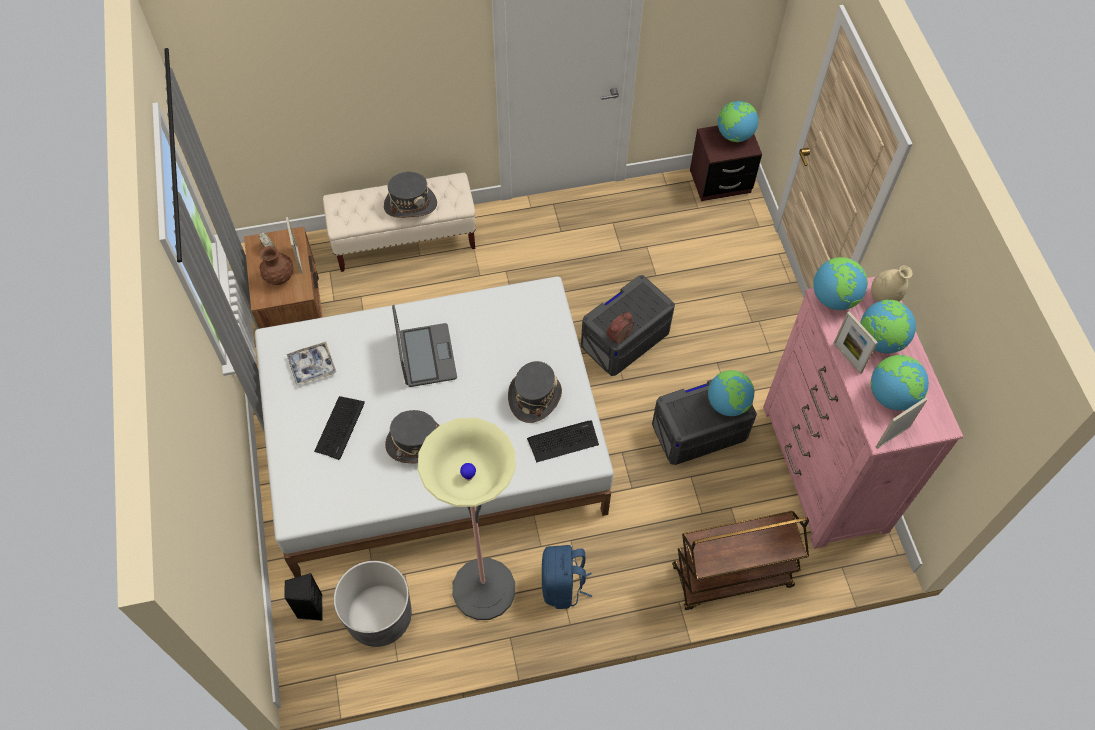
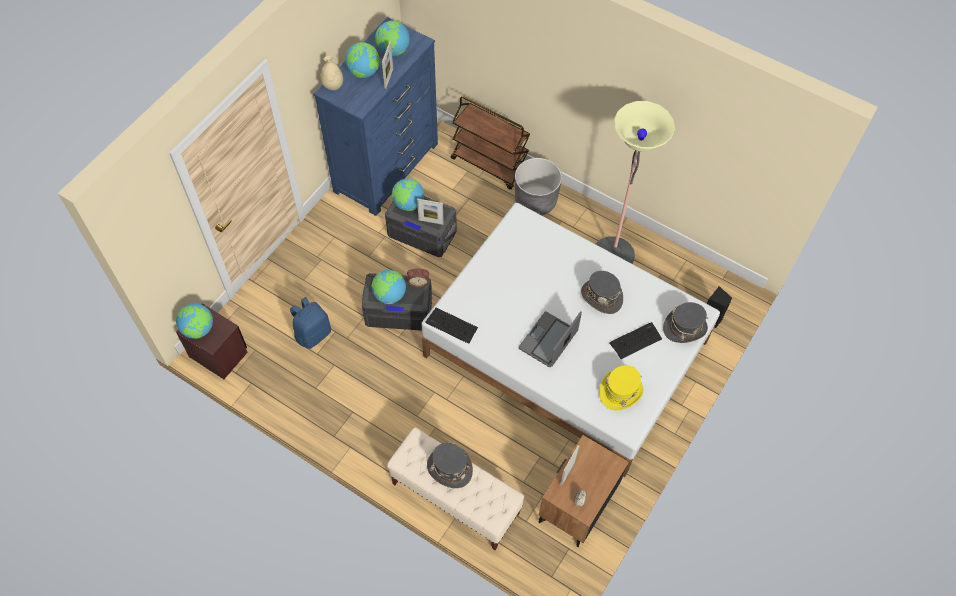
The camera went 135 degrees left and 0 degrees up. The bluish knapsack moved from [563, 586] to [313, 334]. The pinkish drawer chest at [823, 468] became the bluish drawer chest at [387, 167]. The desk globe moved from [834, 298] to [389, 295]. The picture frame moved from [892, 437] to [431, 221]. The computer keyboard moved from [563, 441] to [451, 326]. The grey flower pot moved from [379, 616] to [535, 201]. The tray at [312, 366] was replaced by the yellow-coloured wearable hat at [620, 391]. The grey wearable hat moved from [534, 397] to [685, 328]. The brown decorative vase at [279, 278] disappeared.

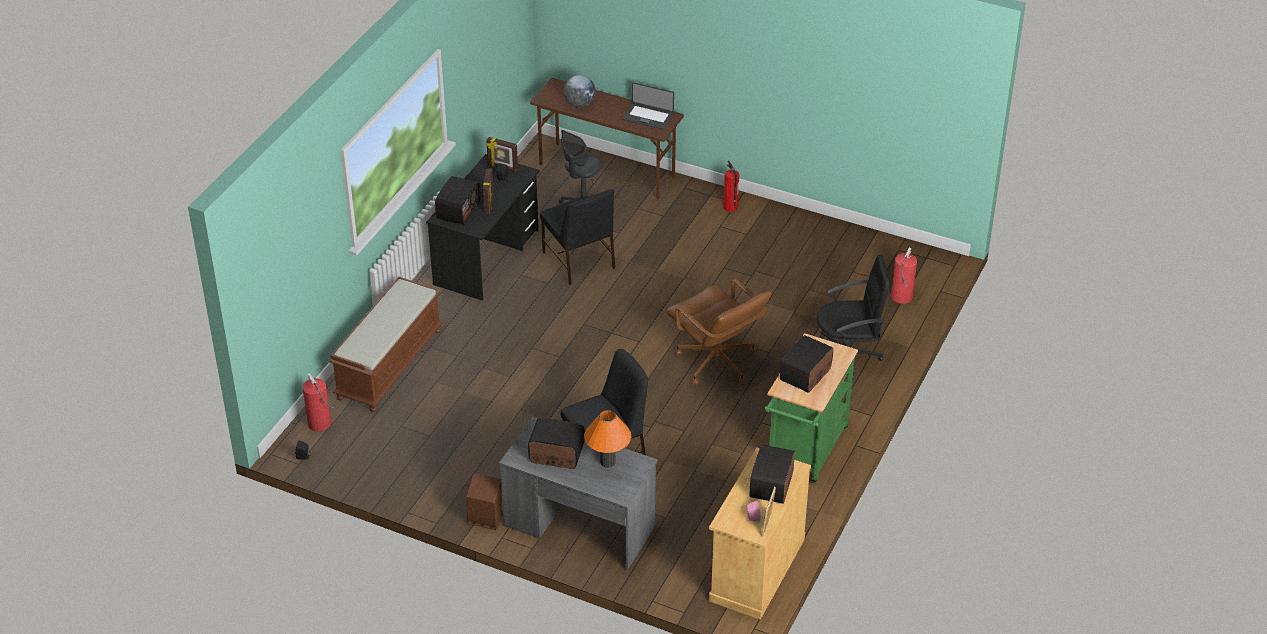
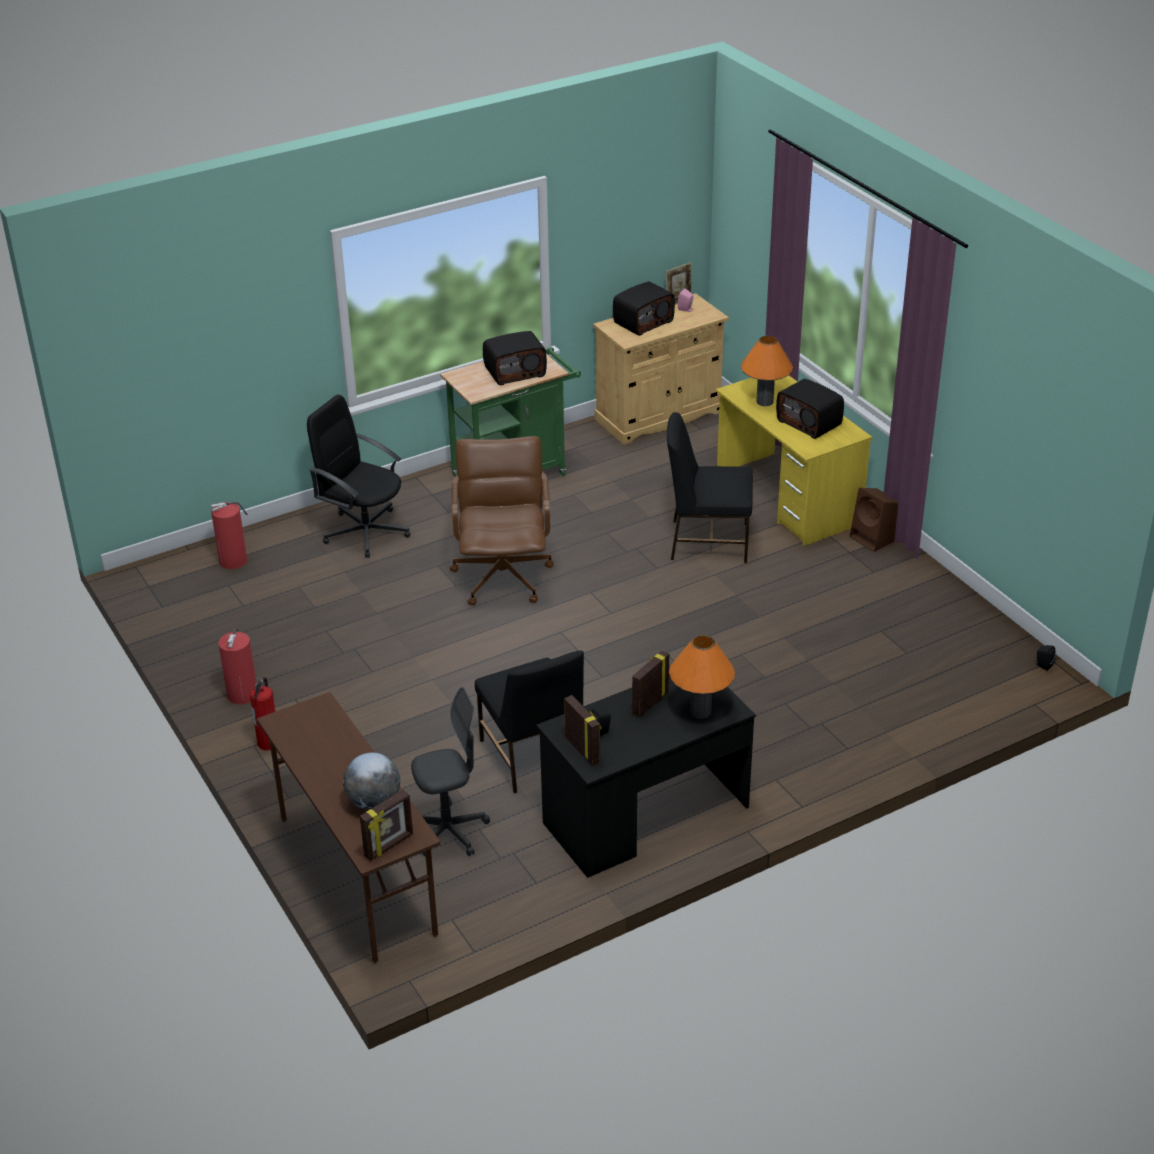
The camera went 145 degrees left and 5 degrees down. The fire extinguisher moved from [320, 424] to [243, 693]. The picture frame at [389, 846] appeared. The black-coloured upright chair at [578, 261] turned 150 degrees clockwise. The radio at [457, 210] was replaced by the orangey lamp for a table at [700, 711]. The grey desk unit at [579, 526] became the yellow-coloured desk unit at [787, 498]. The brown bench at [389, 363] disappeared. The notebook computer at [648, 116] disappeared.

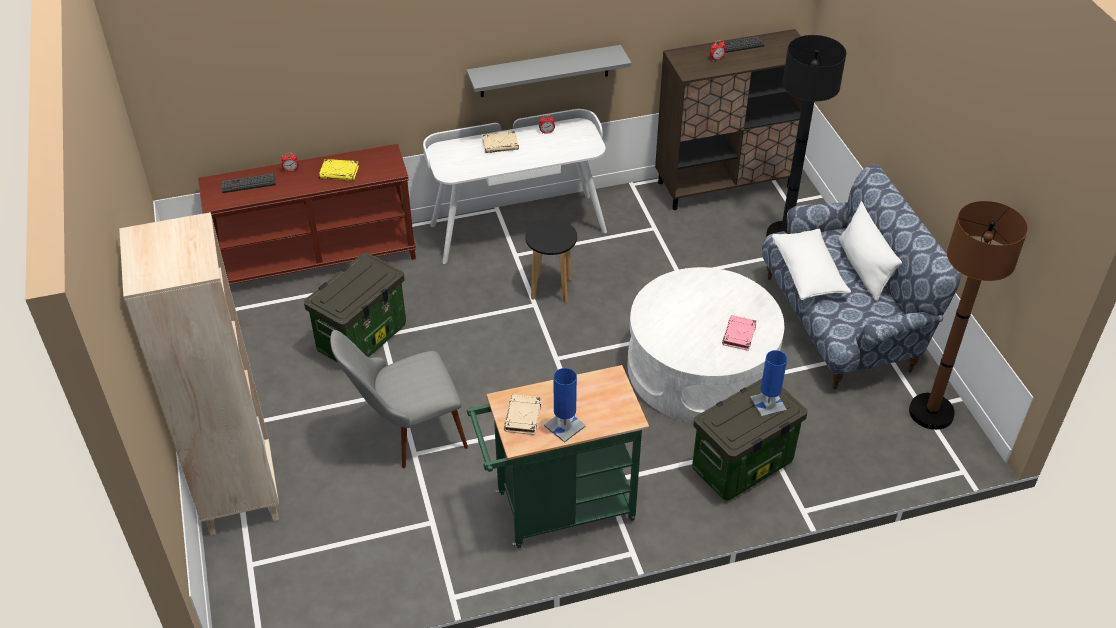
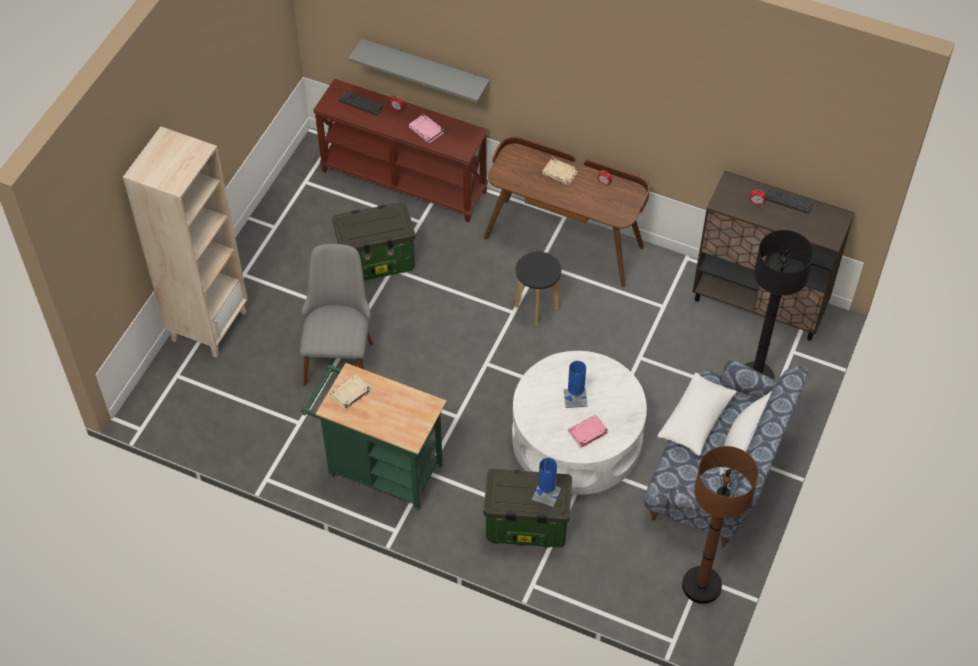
The camera went 40 degrees right and 10 degrees up. The grey upright chair at [406, 434] turned 75 degrees clockwise. The grey bracket shelf moved from [544, 71] to [425, 69]. The yellow-coloured book at [340, 172] became the pinkish book at [426, 130]. The white-coloured desk unit at [517, 227] became the brown desk unit at [564, 241]. The bluish lamp for a table moved from [564, 426] to [575, 398].

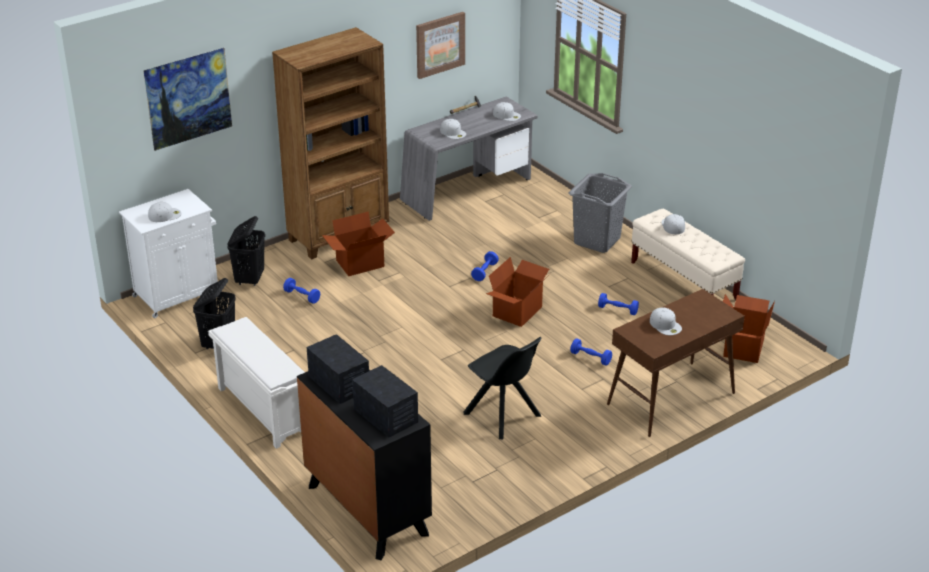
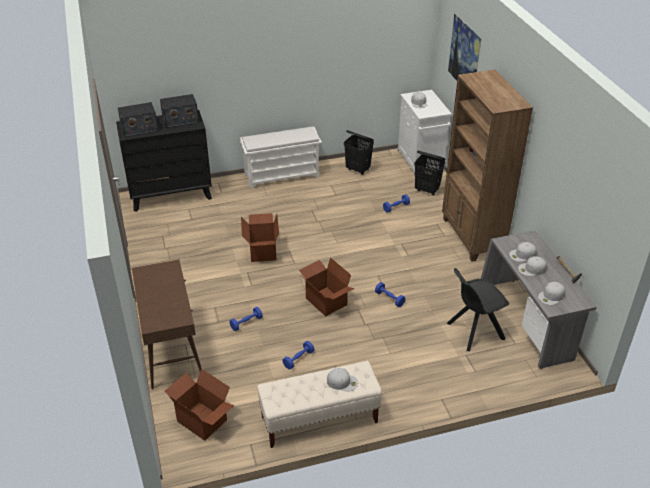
The camera went 110 degrees right and 5 degrees up. The cardboard box moved from [360, 264] to [262, 251]. The black-coloured upright chair moved from [503, 416] to [473, 331]. The white-coloured baseball cap moved from [665, 325] to [532, 269]. The wall picture at [439, 44] disappeared. The grey hamper at [597, 241] disappeared.

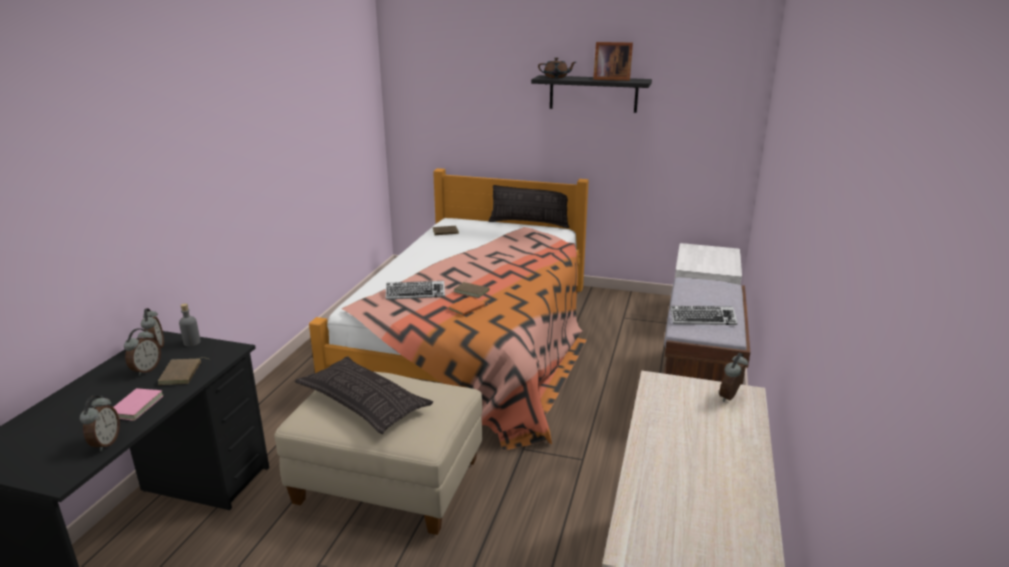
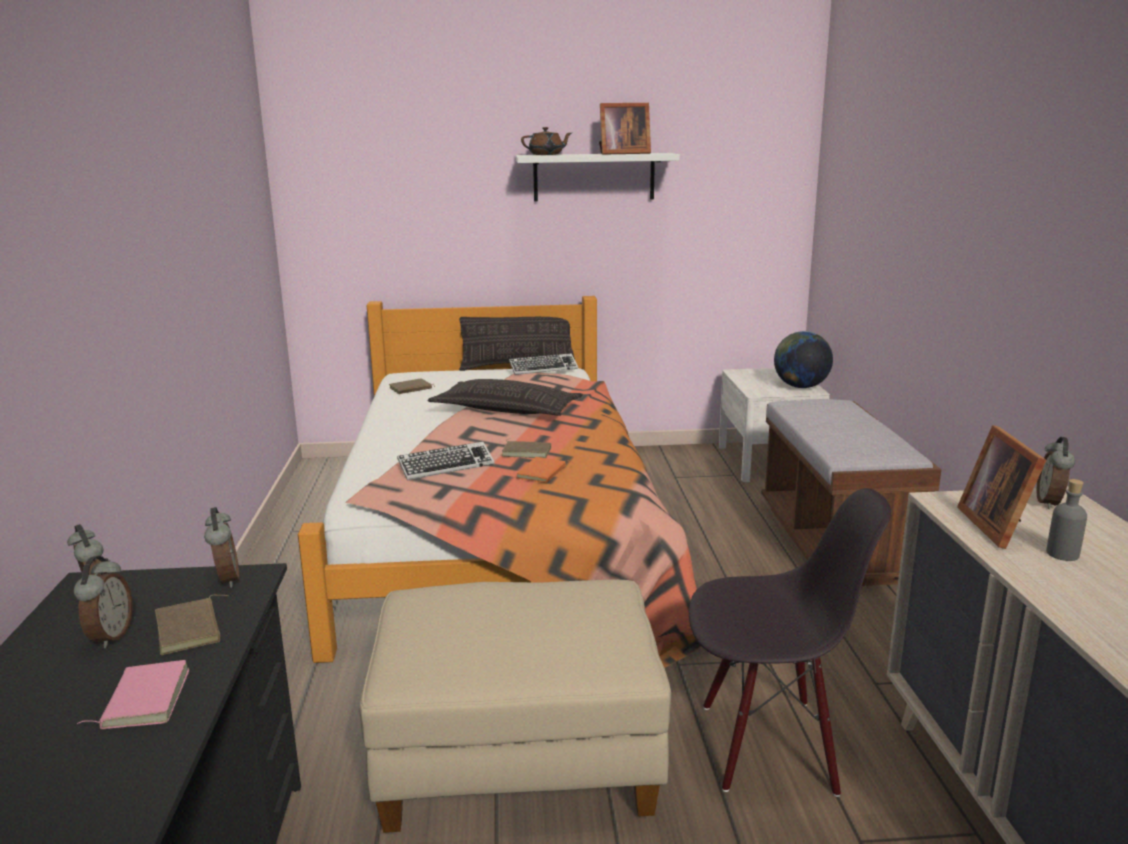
The camera went 20 degrees left and 5 degrees down. The table clock moved from [105, 443] to [226, 580]. The throw pillow moved from [363, 402] to [506, 409]. The computer keyboard moved from [702, 319] to [543, 368]. The black-coloured bracket shelf at [593, 93] became the white-coloured bracket shelf at [594, 177]. The black-coloured upright chair at [768, 746] appeared. The desk globe at [800, 387] appeared. The picture frame at [998, 526] appeared. The grey bottle moved from [192, 342] to [1062, 554].

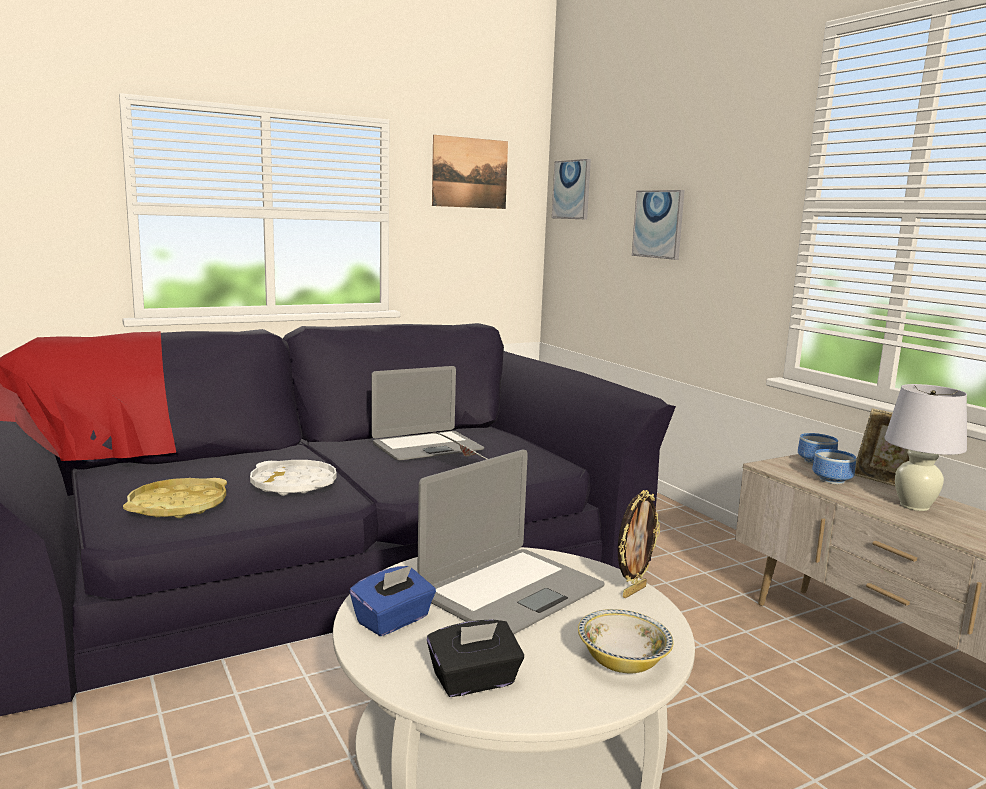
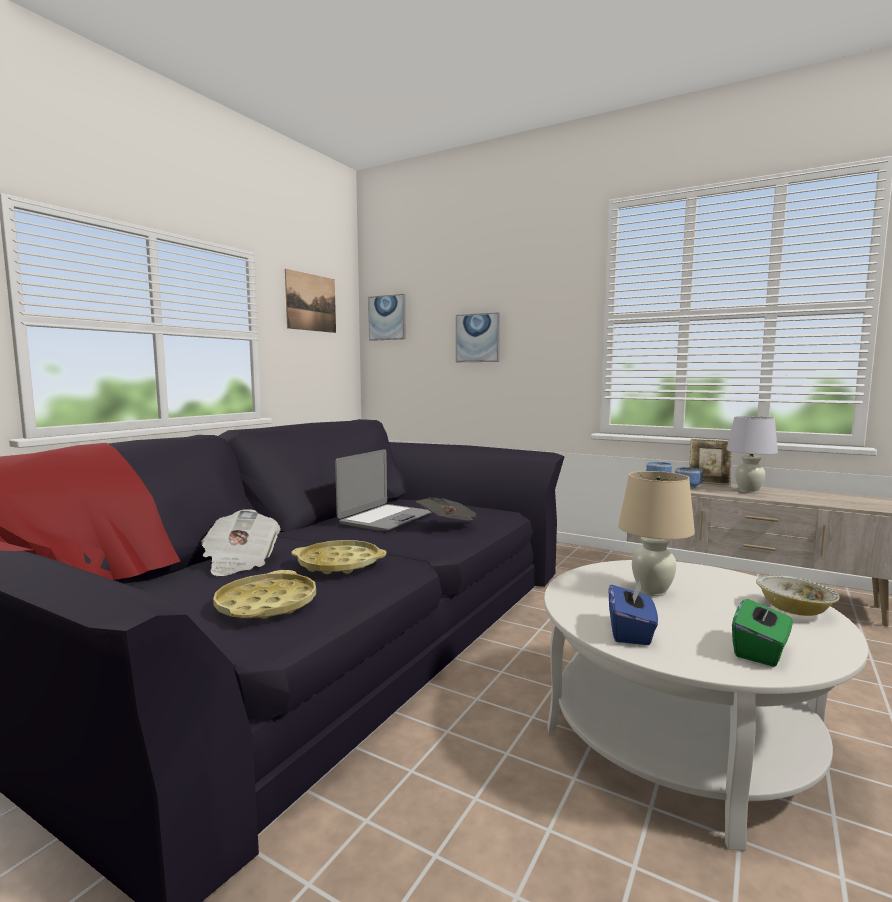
The camera went 30 degrees left and 5 degrees down. The printed paper at [240, 562] appeared. The white-coloured tray at [294, 484] became the yellow-coloured tray at [339, 564]. The notebook computer at [510, 592] was replaced by the beige lamp for a table at [652, 591]. The black-coloured tissue box at [474, 681] became the greenish tissue box at [760, 651]. The picture frame at [633, 591] disappeared.

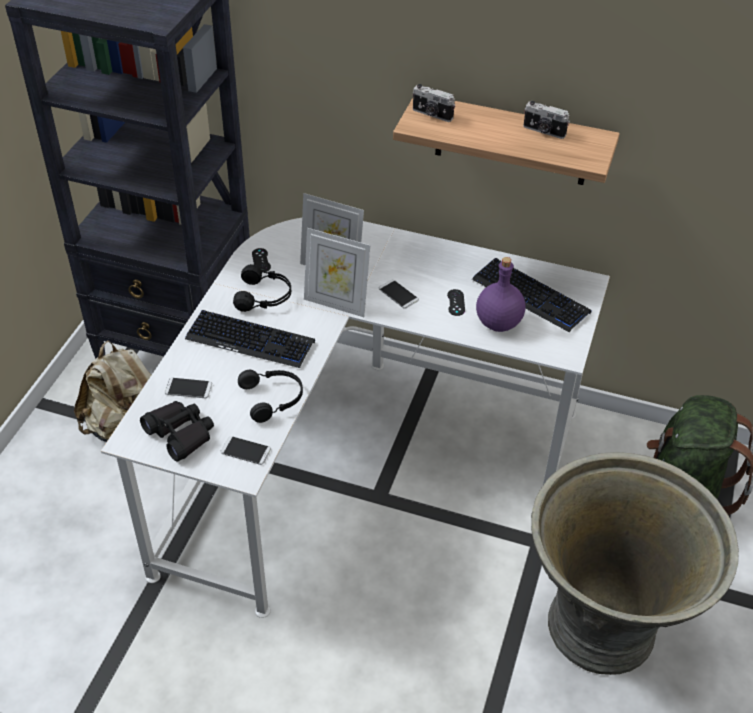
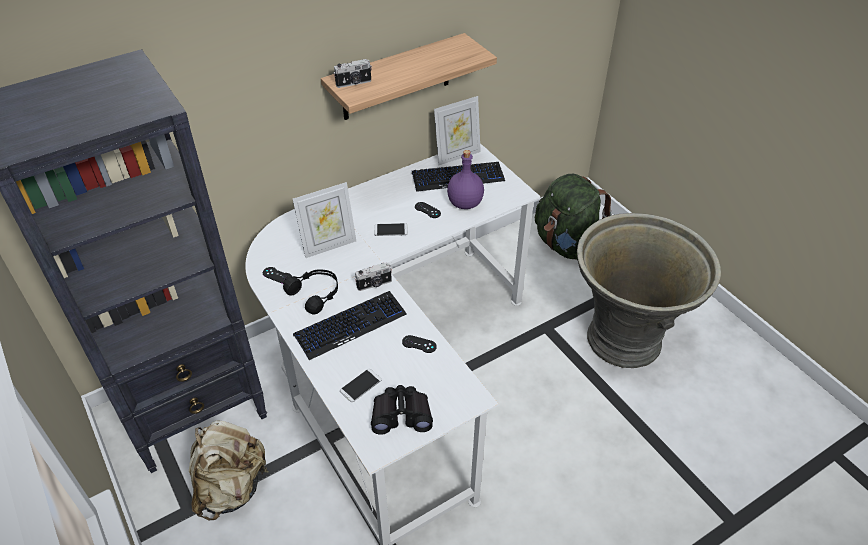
The camera went 50 degrees left and 0 degrees up. The still camera moved from [544, 131] to [374, 284]. The black-coloured headphones at [273, 398] was replaced by the black-coloured game controller at [419, 344]. The picture frame moved from [336, 304] to [457, 155]. The handset at [245, 451] disappeared.

